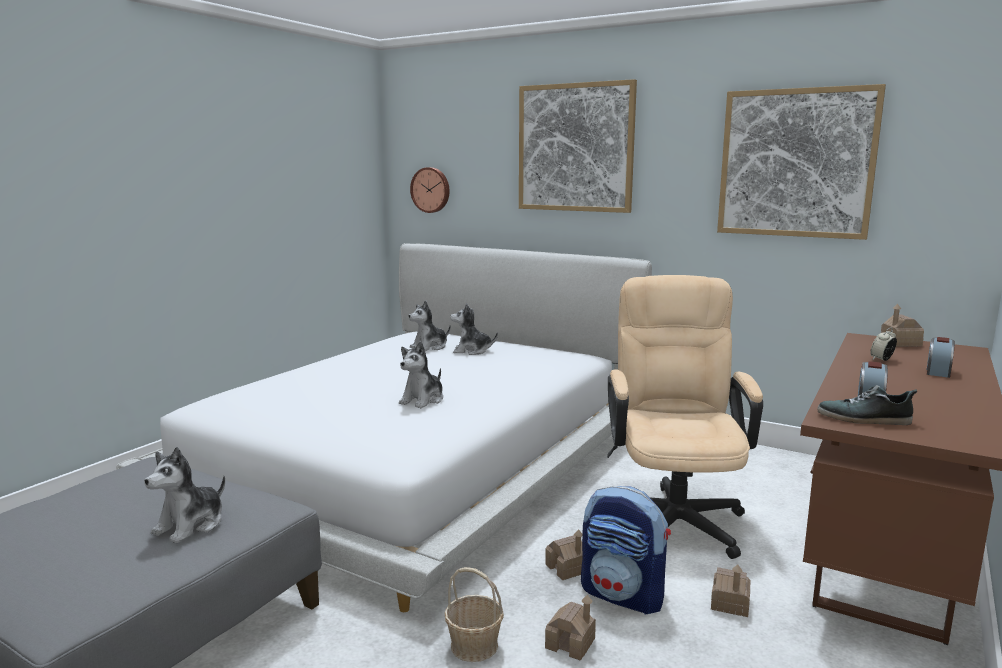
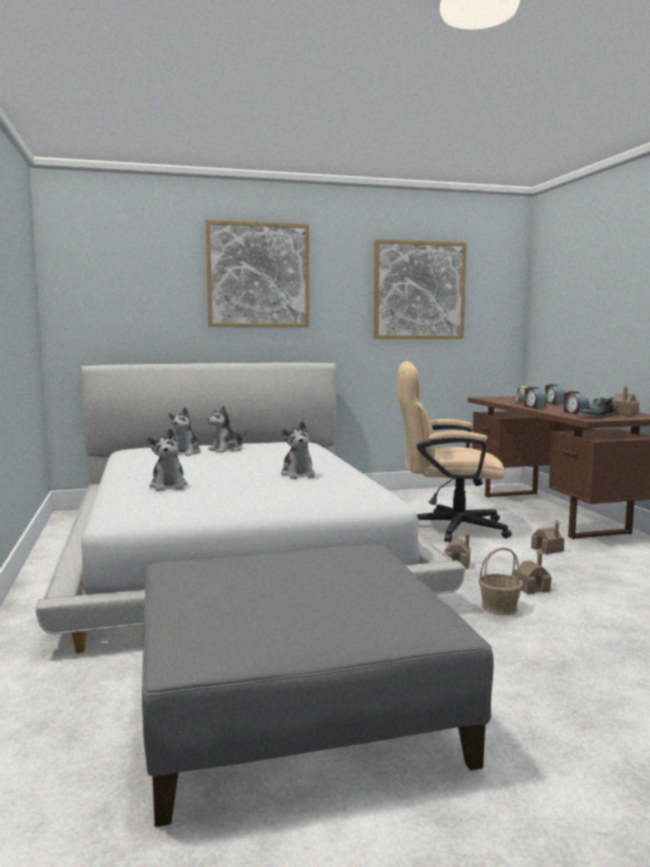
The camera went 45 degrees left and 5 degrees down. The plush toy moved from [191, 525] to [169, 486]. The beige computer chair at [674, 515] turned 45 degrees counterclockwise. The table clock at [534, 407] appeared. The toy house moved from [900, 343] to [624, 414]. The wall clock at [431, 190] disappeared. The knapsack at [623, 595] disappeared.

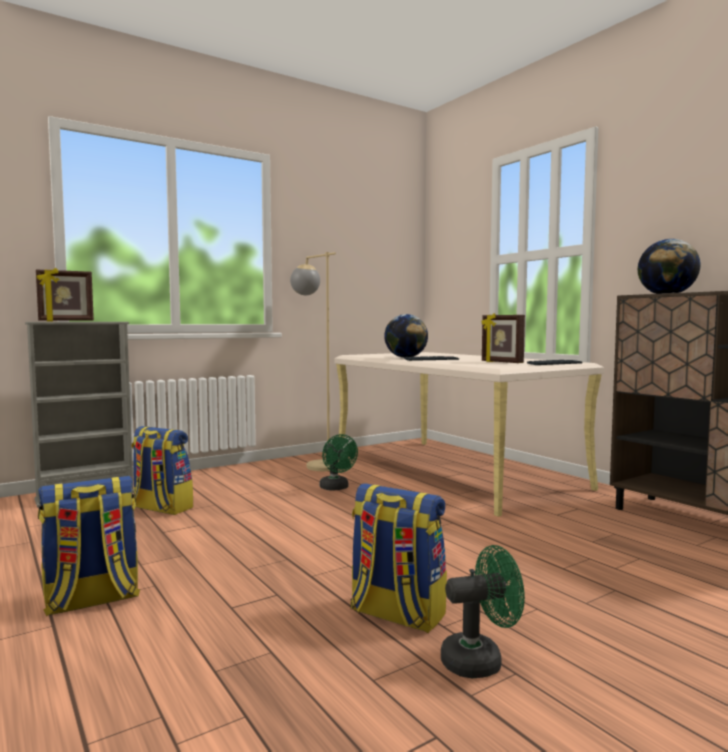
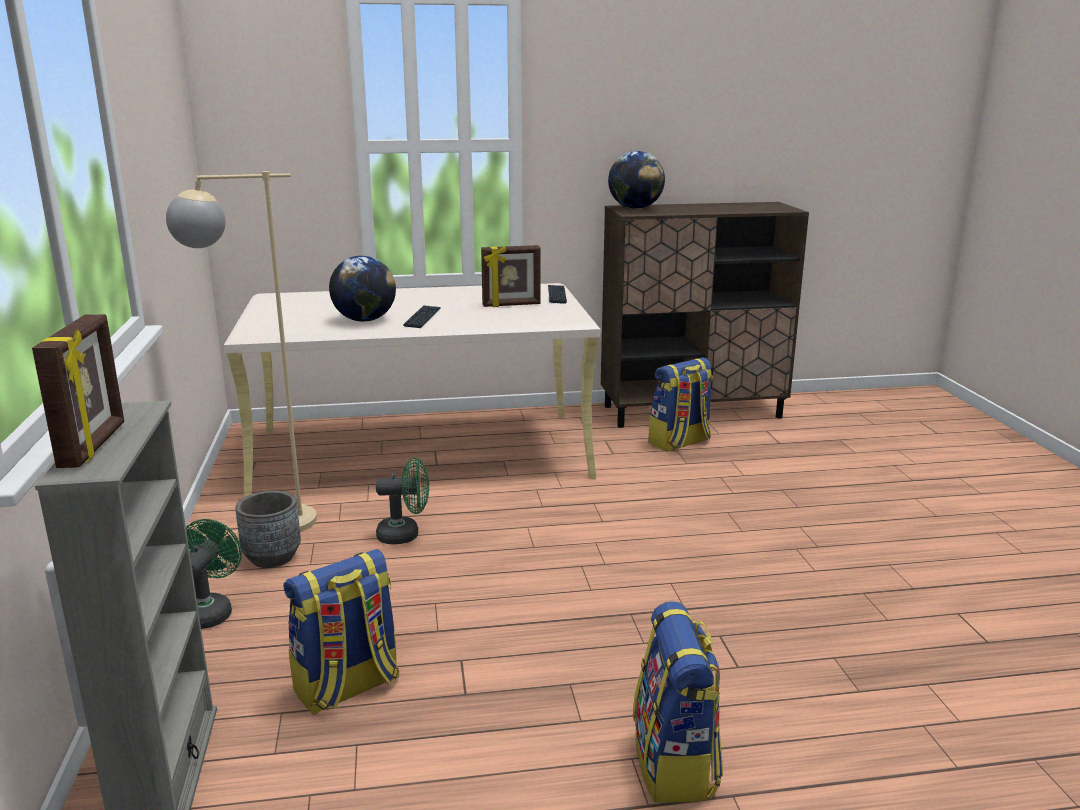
The camera went 65 degrees left and 15 degrees up. The greenish cooling fan moved from [480, 660] to [210, 611]. The grey flower pot at [272, 557] appeared. The knapsack moved from [396, 614] to [680, 443].

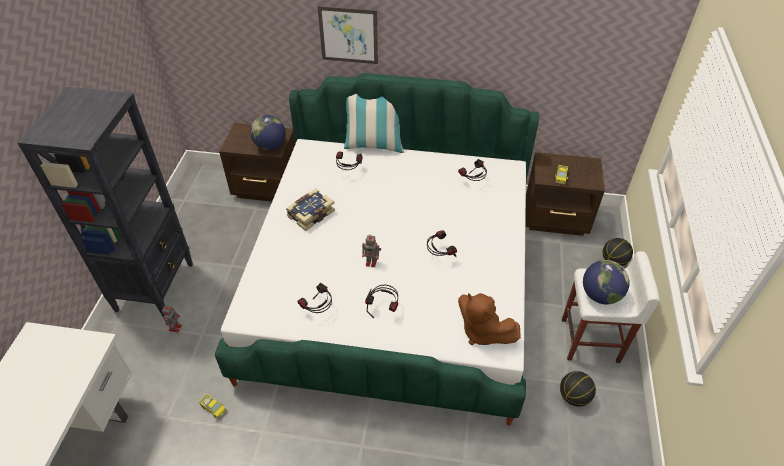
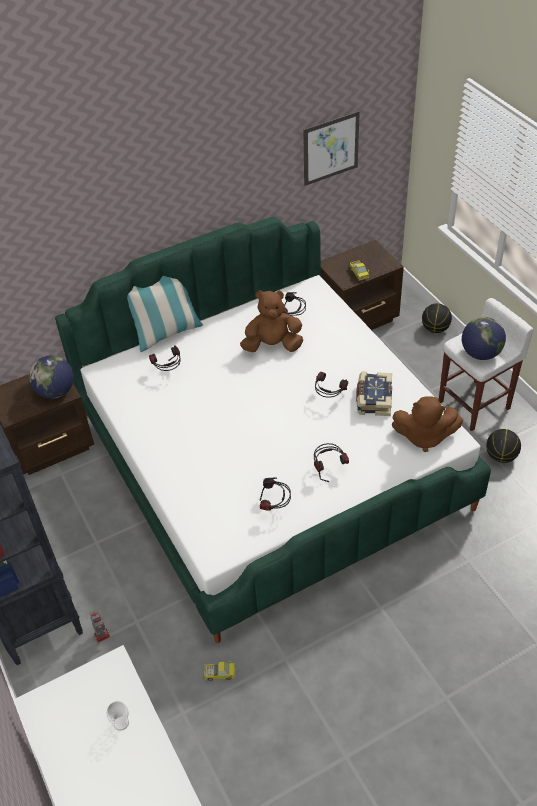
The camera went 35 degrees left and 0 degrees up. The drinking cup at [121, 723] appeared. The brown plush toy at [272, 345] appeared. The wall picture moved from [348, 35] to [331, 148]. The book moved from [310, 214] to [373, 399]. The model robot at [372, 262] disappeared.

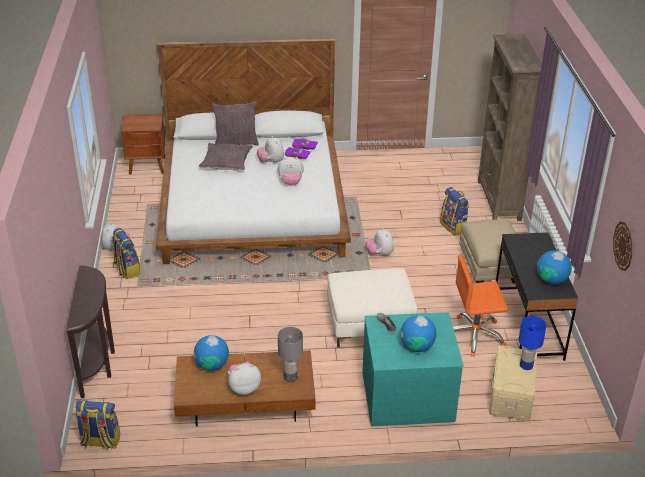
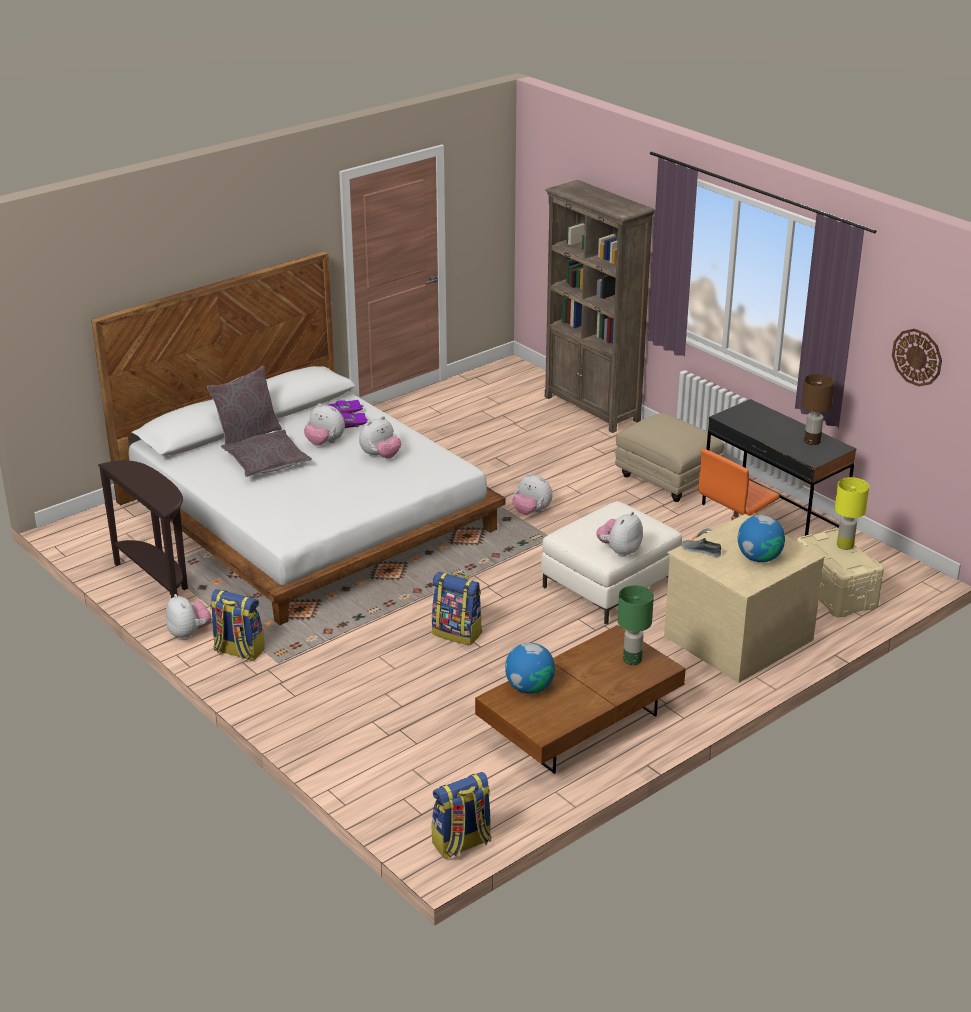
The camera went 35 degrees left and 5 degrees down. The brown hall table moved from [99, 364] to [158, 584]. The knapsack moved from [454, 227] to [458, 633]. The plush toy moved from [244, 388] to [619, 551]. The grey lamp for a table at [291, 377] became the greenish lamp for a table at [633, 659]. The turquoise-coloured drawer chest at [407, 395] became the beige drawer chest at [736, 637]. The desk globe at [551, 280] was replaced by the brown lamp for a table at [812, 441]. The bluish lamp for a table at [526, 365] became the yellow-coloured lamp for a table at [845, 545]. The brown bedside table at [148, 166] disappeared.

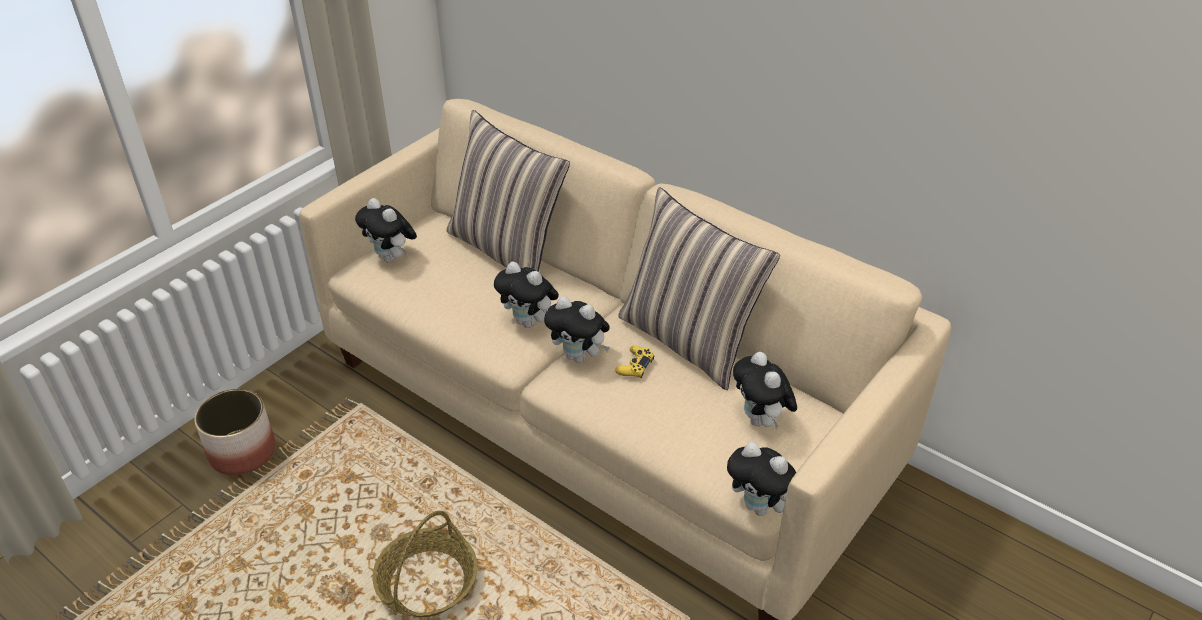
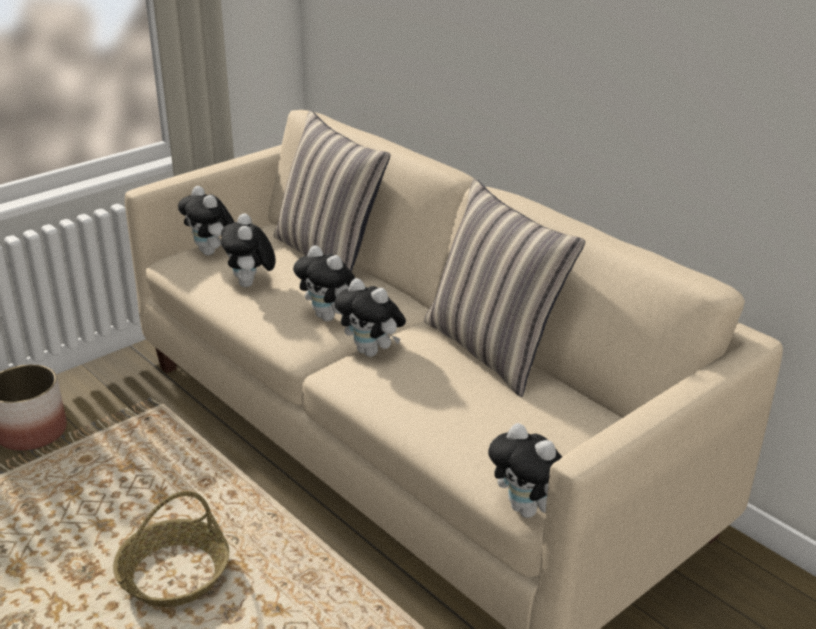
The camera went 10 degrees right and 10 degrees down. The plush toy moved from [761, 420] to [250, 285]. The yellow-coloured game controller at [635, 366] disappeared.

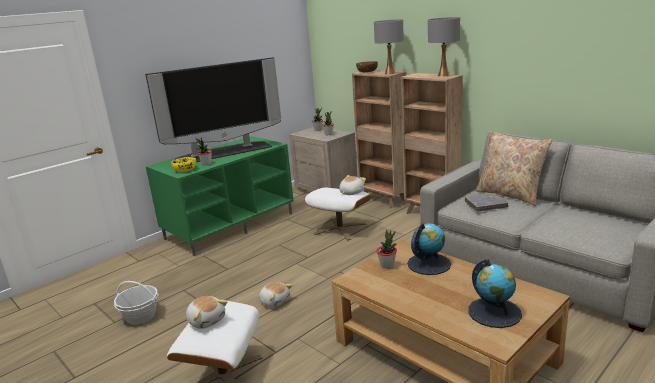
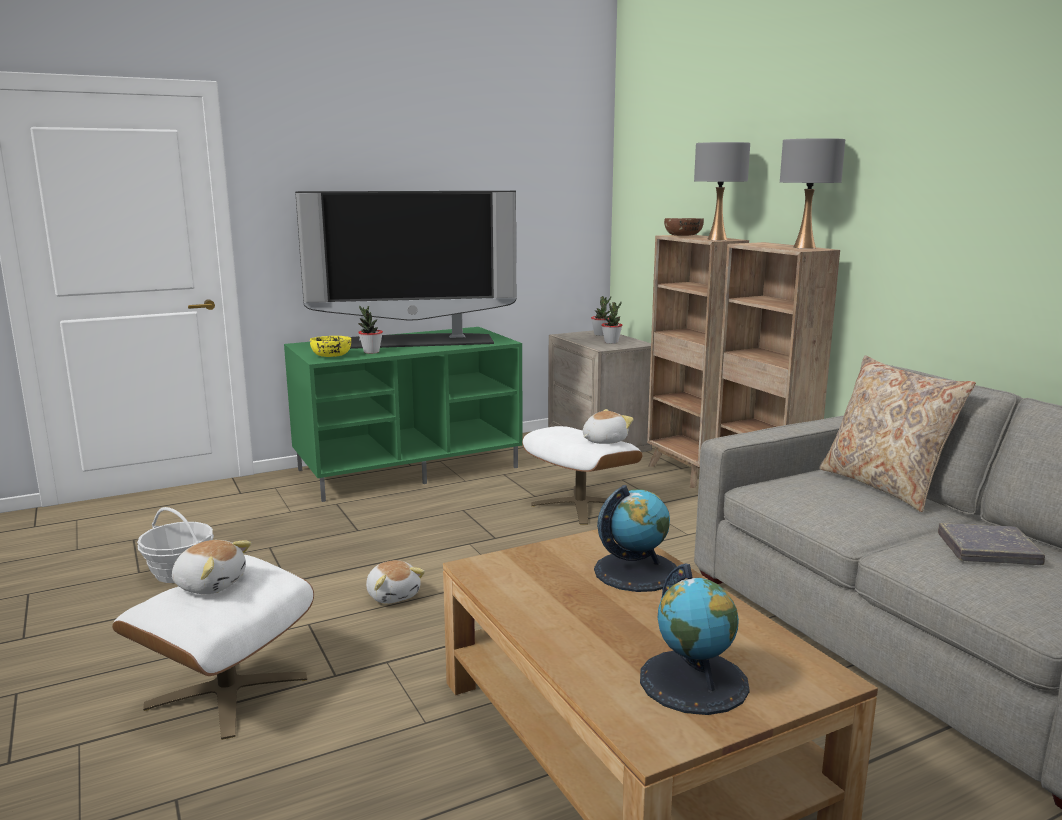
The camera went 15 degrees right and 5 degrees down. The plush toy at [207, 320] turned 45 degrees counterclockwise. The grey book moved from [486, 205] to [988, 550]. The plant in a pot at [387, 265] disappeared.

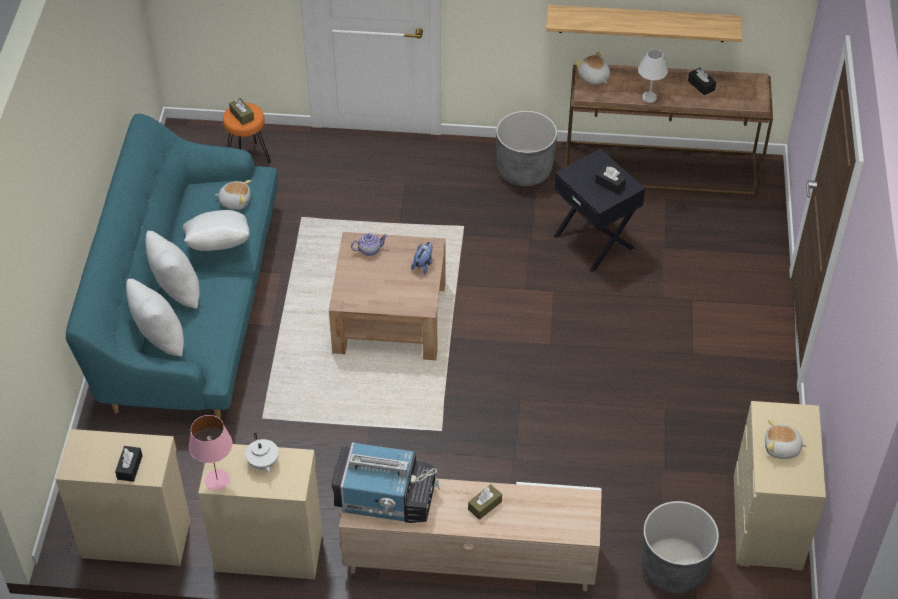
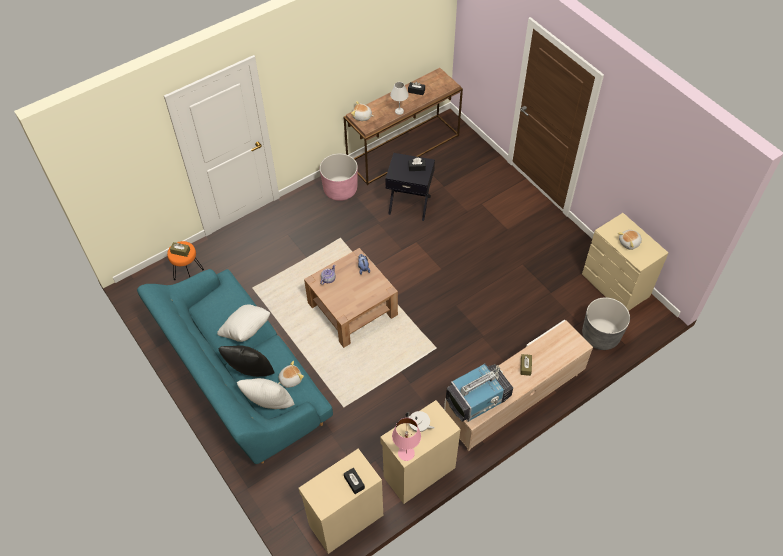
The camera went 40 degrees left and 5 degrees up. The white-coloured throw pillow at [176, 293] became the black-coloured throw pillow at [250, 373]. The plush toy moved from [235, 201] to [290, 379]. The grey flower pot at [524, 170] became the pinkish flower pot at [340, 190]. The bracket shelf at [642, 23] disappeared.

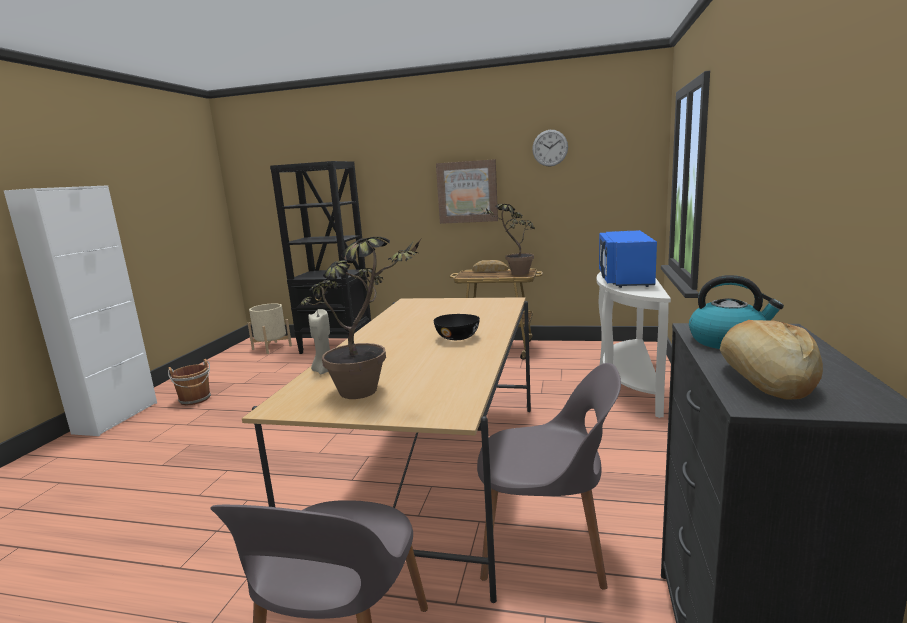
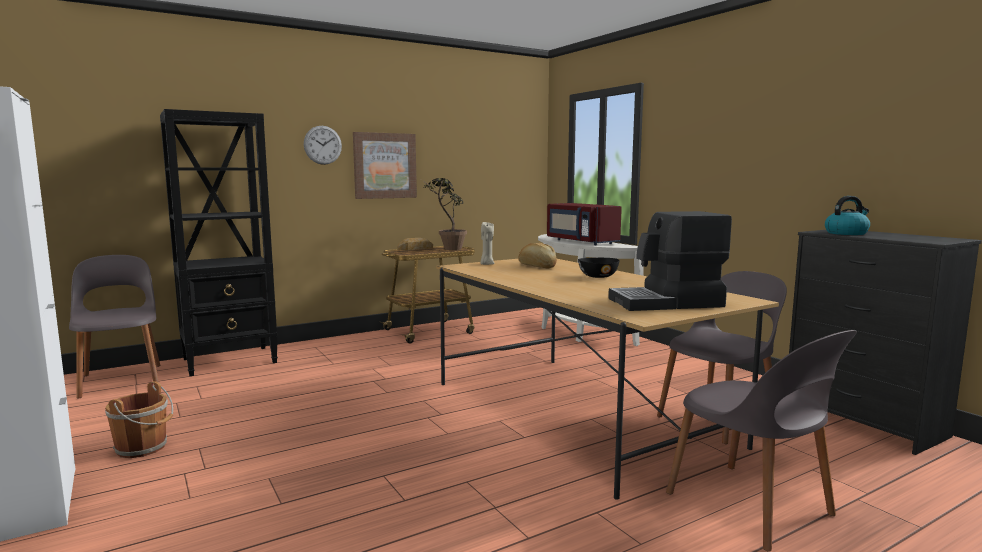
The camera went 45 degrees left and 5 degrees down. The beige flower pot at [272, 347] was replaced by the grey upright chair at [121, 380]. The wall clock moved from [550, 148] to [322, 145]. The beige wax light moved from [324, 371] to [487, 264]. The baked bread moved from [764, 381] to [537, 266]. The bluish microwave at [624, 279] became the red microwave at [580, 242]. The plant in a pot at [370, 393] was replaced by the coffee machine at [667, 303].

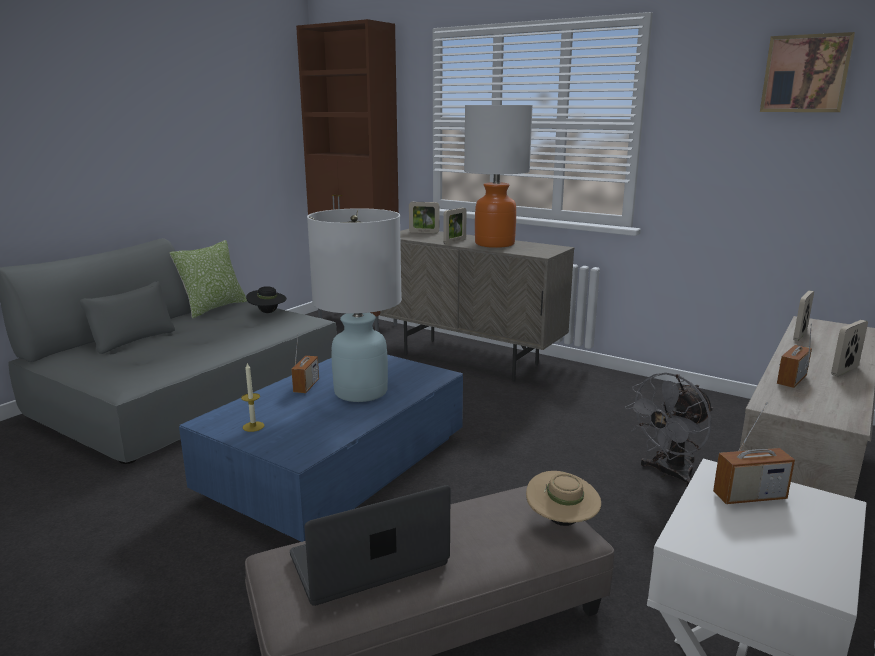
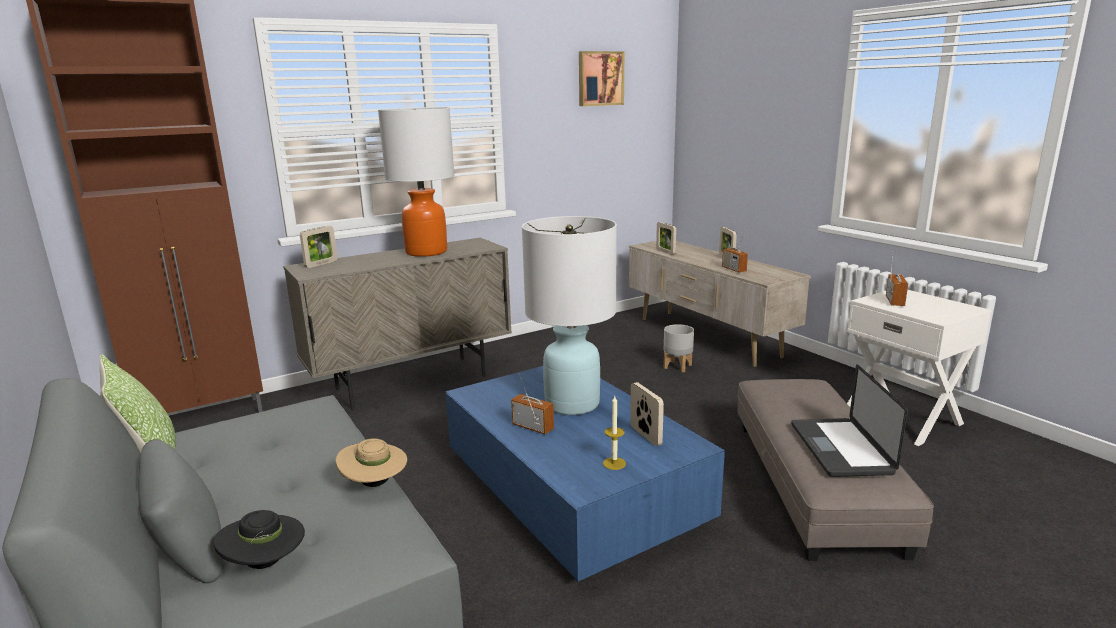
The camera went 65 degrees left and 0 degrees up. The black-coloured wearable hat moved from [267, 312] to [265, 564]. The beige wearable hat moved from [561, 521] to [375, 484]. The picture frame moved from [454, 241] to [645, 436]. The grey cooling fan at [668, 474] was replaced by the grey flower pot at [677, 366].

